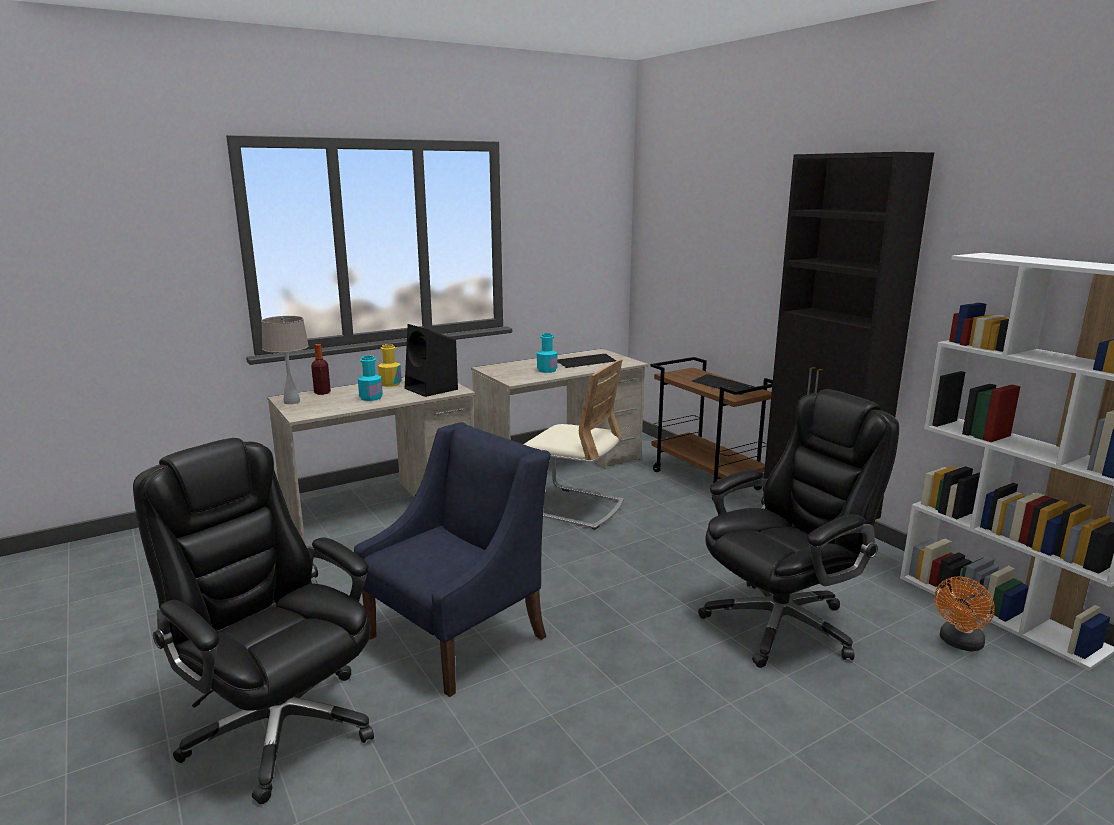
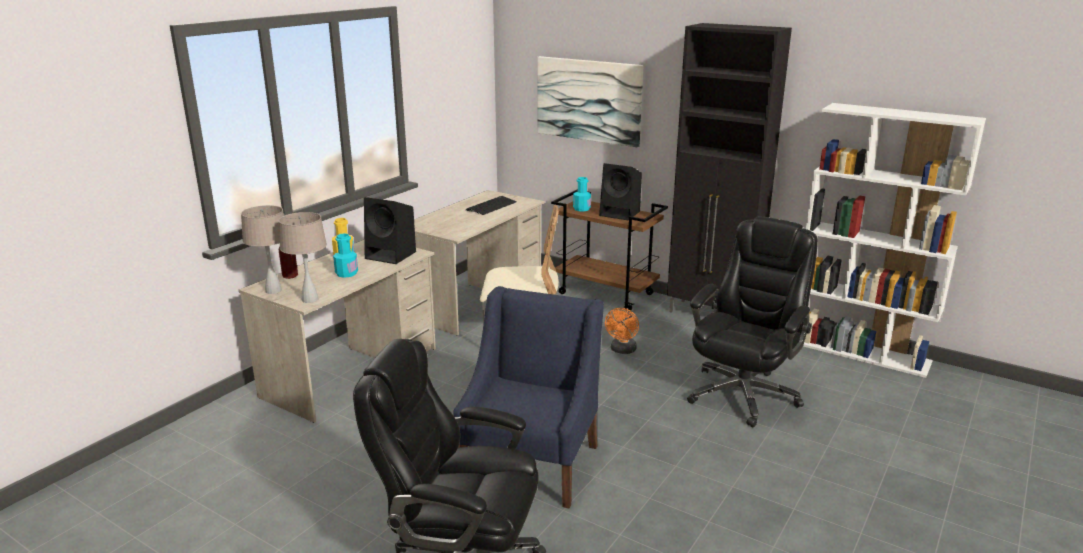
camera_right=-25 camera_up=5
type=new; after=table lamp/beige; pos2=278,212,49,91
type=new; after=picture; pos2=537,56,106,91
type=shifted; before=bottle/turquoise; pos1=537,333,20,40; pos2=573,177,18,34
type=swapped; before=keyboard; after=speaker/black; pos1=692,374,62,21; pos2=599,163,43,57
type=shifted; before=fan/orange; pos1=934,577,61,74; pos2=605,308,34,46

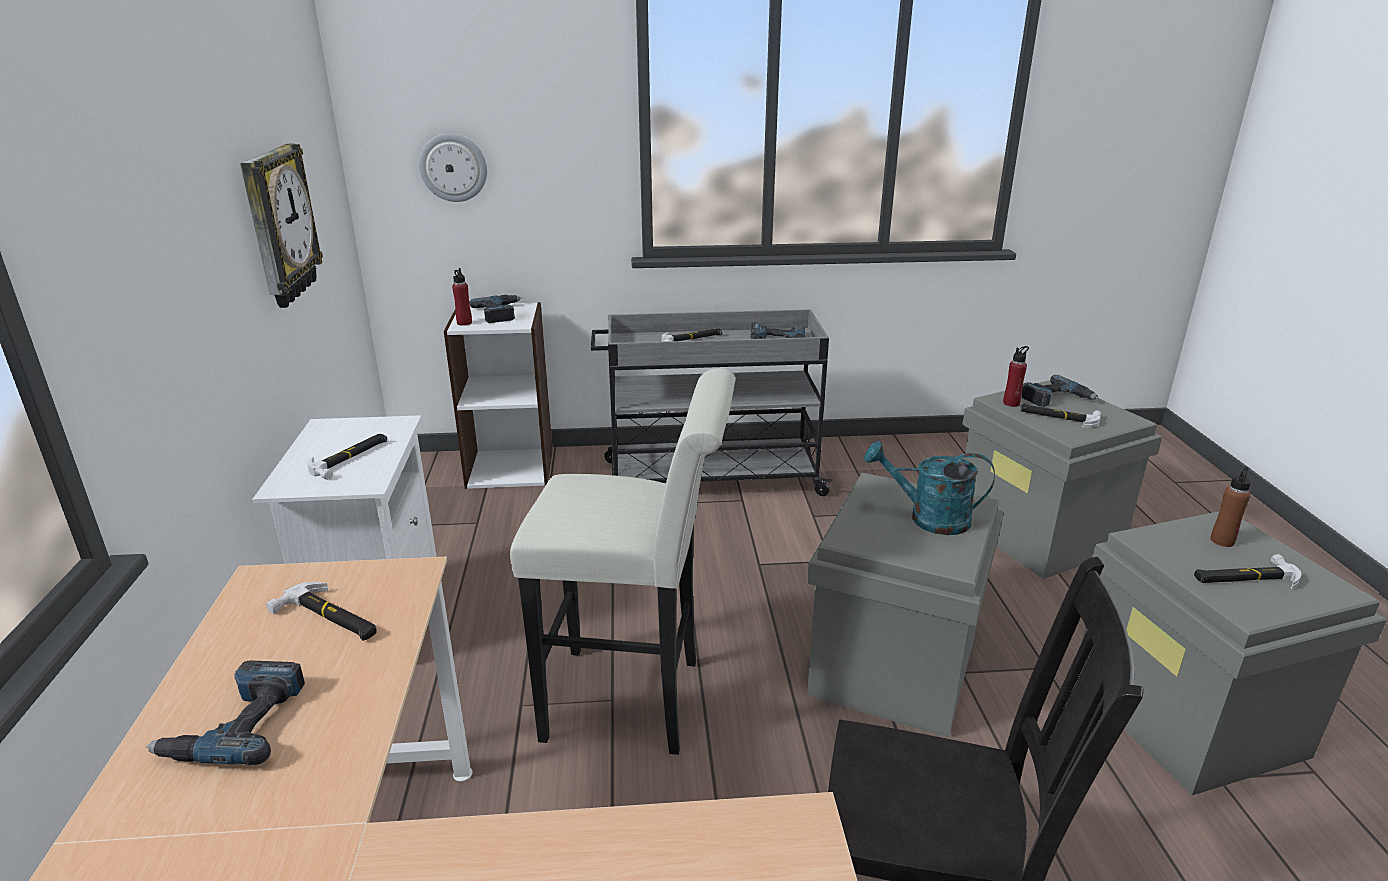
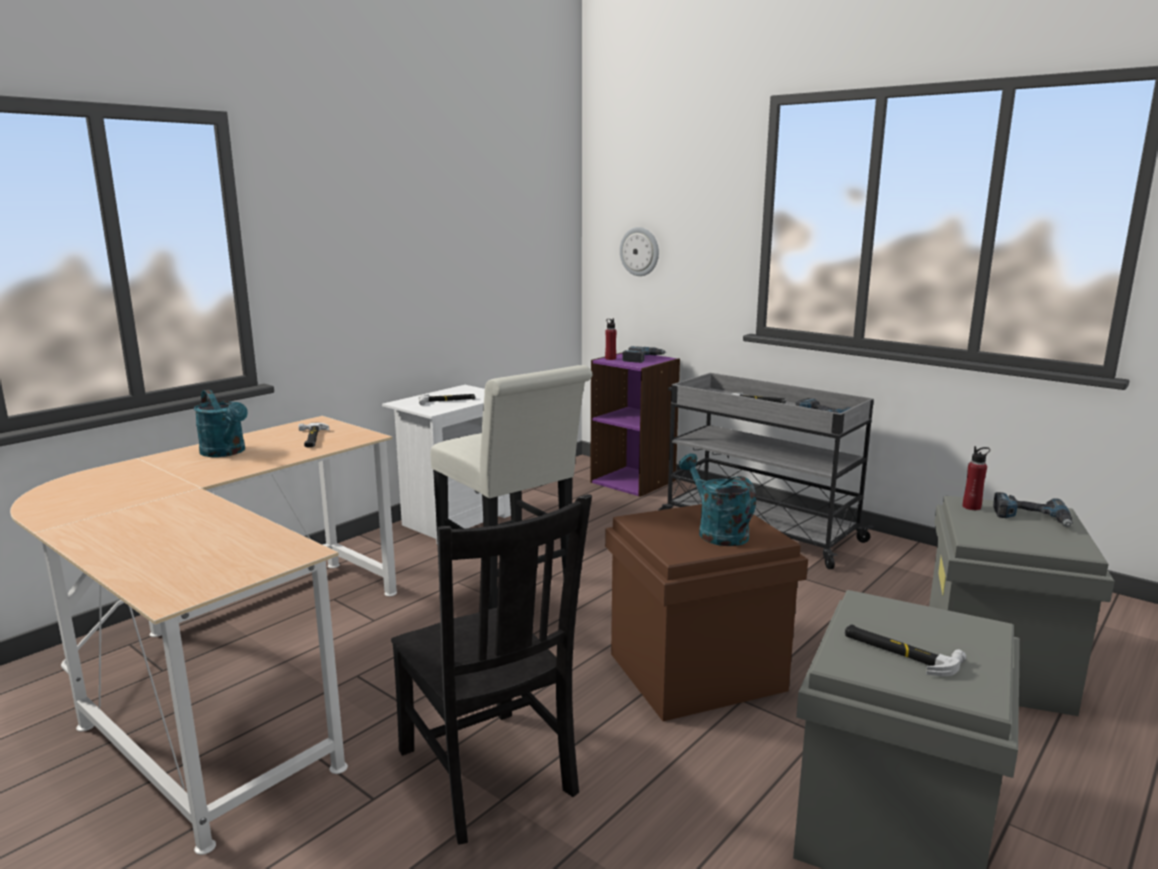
camera_right=45 camera_up=-10
type=swapped; before=power drill; after=watering can/turquoise; pos1=146,660,159,105; pos2=194,390,54,67
type=repainted; before=bookcase/white; after=bookcase/purple; pos1=444,302,109,187; pos2=590,352,90,145
type=repainted; before=storage box/grey; after=storage box/brown; pos1=807,473,197,265; pos2=605,504,203,217
type=gone; before=wall clock; pos1=240,144,83,164
type=gone; before=hammer; pos1=1020,403,82,24
type=gone; before=bottle/brown; pos1=1210,467,41,80

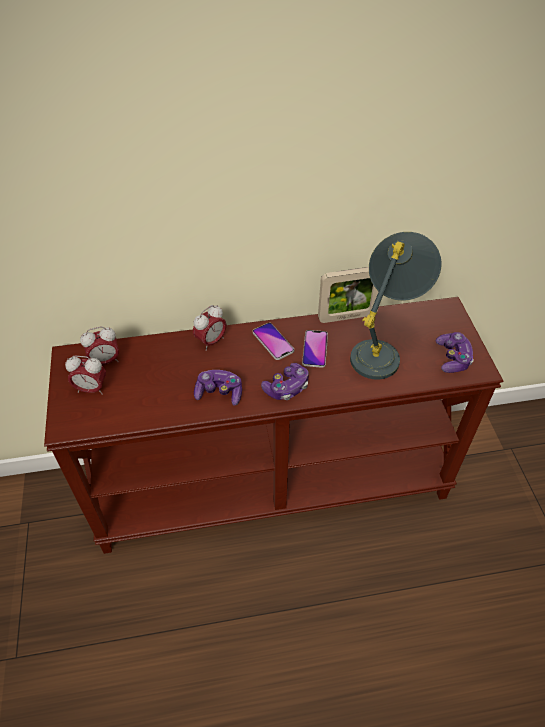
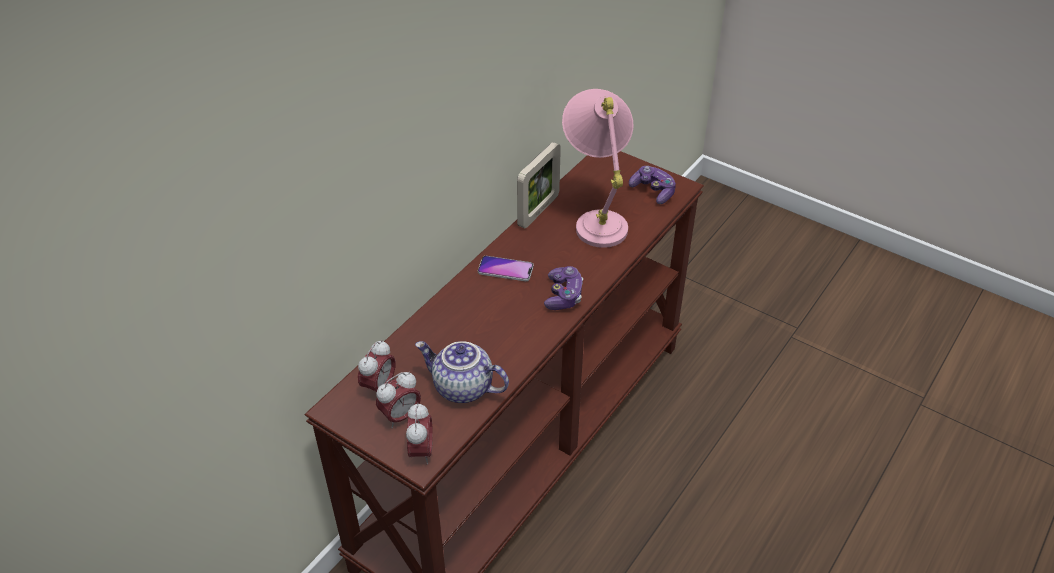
camera_right=-45 camera_up=-5
type=shifted; before=alarm clock; pos1=193,305,33,46; pos2=406,402,27,63
type=new; after=teapot; pos2=415,341,94,62
type=repainted; before=table lamp/grey; after=table lamp/pink; pos1=350,232,92,148; pos2=562,89,72,159
type=gone; before=game controller; pos1=194,370,48,36
type=gone; before=phone; pos1=302,330,26,38

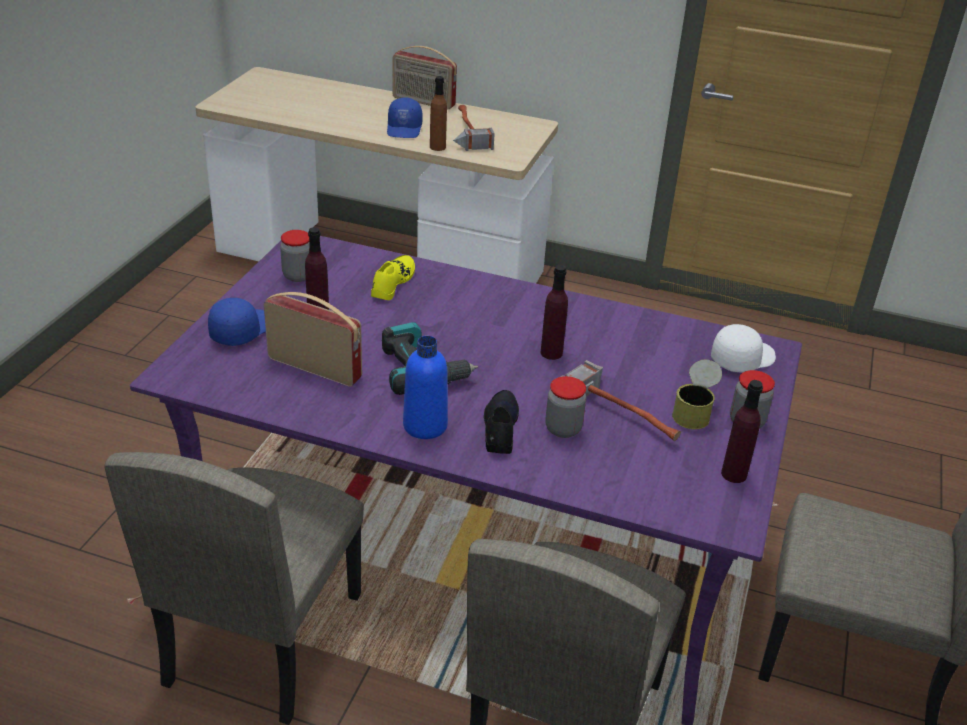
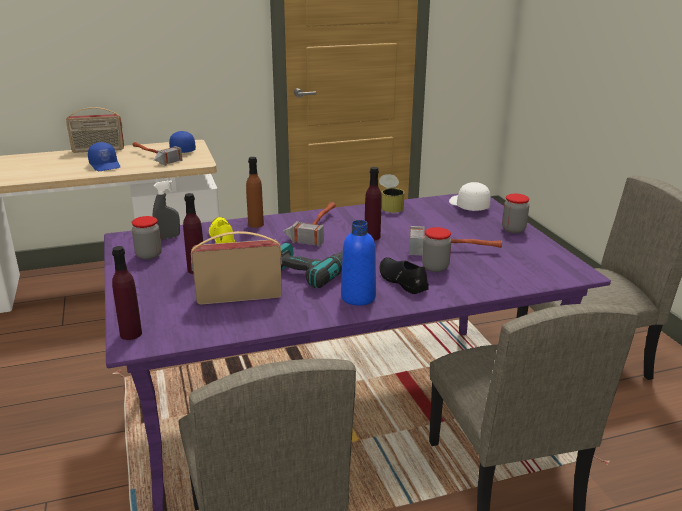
camera_right=-35 camera_up=-10
type=shifted; before=bottle/purple; pos1=721,380,42,103; pos2=112,246,30,94
type=new; after=spray bottle/grey; pos2=153,180,27,60
type=shifted; before=cap/blue; pos1=208,298,58,48; pos2=169,131,27,22
type=shifted; before=bottle/brown; pos1=430,76,17,75; pos2=246,157,18,71
type=new; after=hammer; pos2=283,202,53,45
type=shifted; before=can; pos1=672,359,50,70; pos2=379,174,26,39
type=rotated; before=cap/white; pos1=711,324,65,48; pos2=449,182,42,29; turn=-45

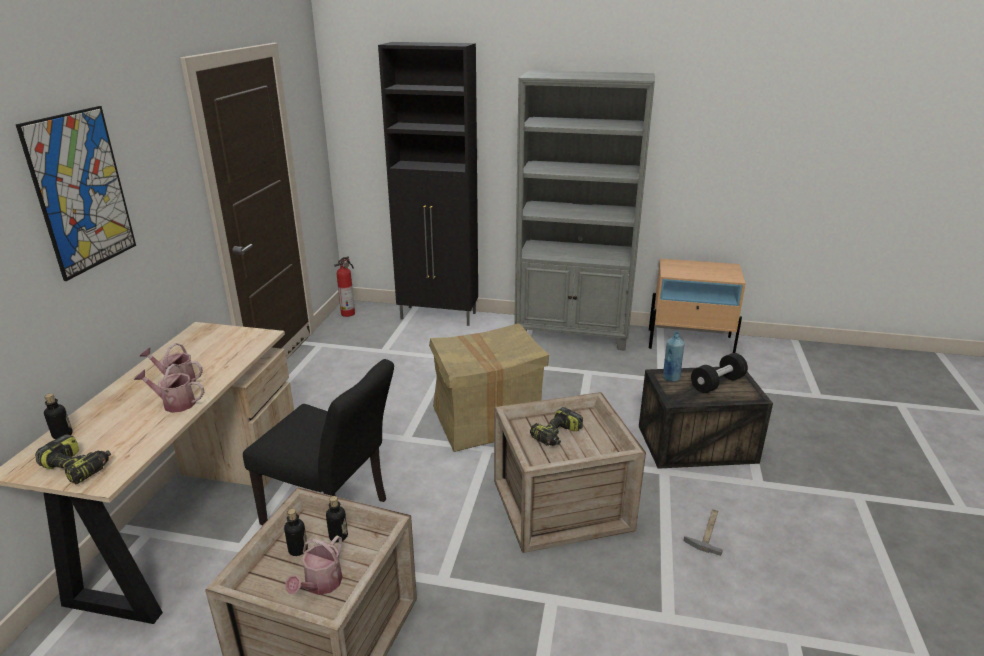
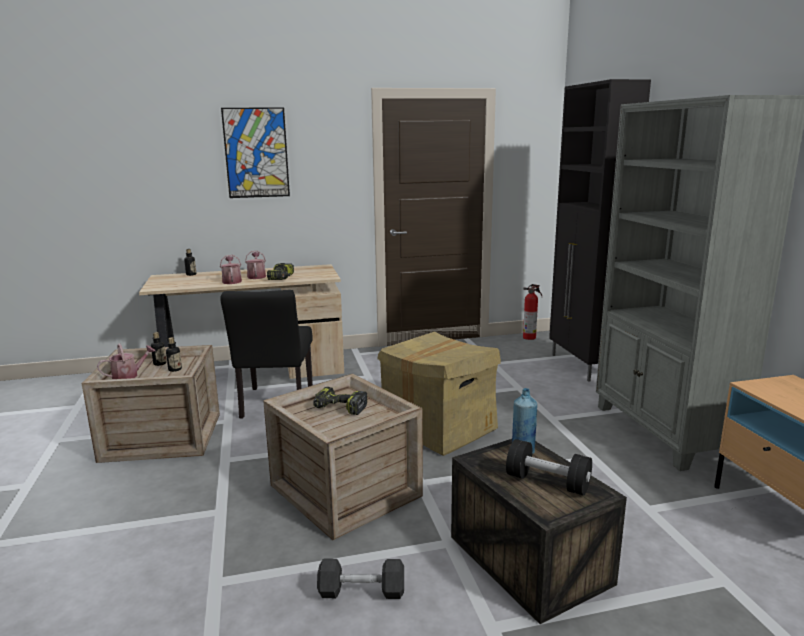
camera_right=65 camera_up=-10
type=rotated; before=watering can; pos1=285,535,57,60; pos2=97,343,58,36; turn=150
type=shifted; before=power drill; pos1=35,435,76,49; pos2=267,263,27,17
type=swapped; before=hammer; after=dumbbell/grey; pos1=684,509,38,47; pos2=317,559,87,40

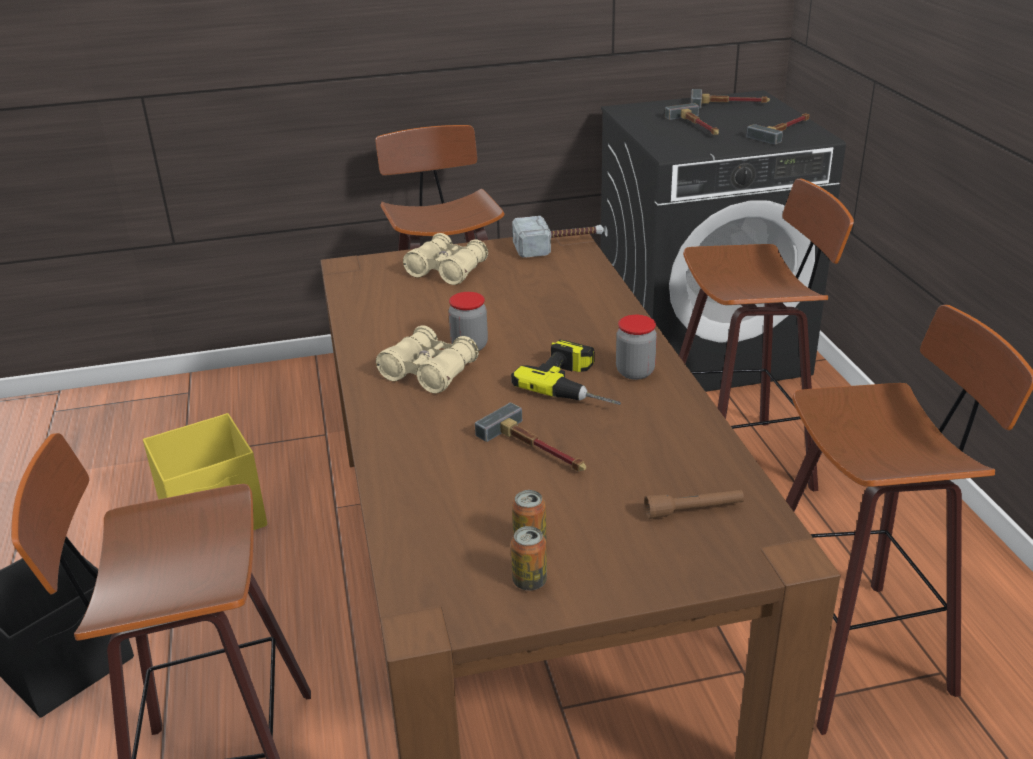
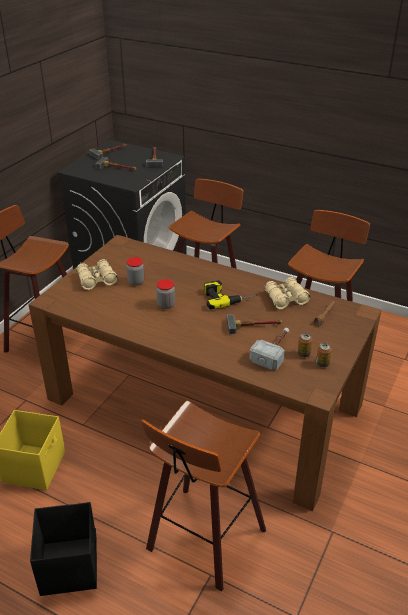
camera_right=-50 camera_up=5
type=shifted; before=jar; pos1=616,315,41,65; pos2=126,257,19,29
type=shifted; before=hammer; pos1=512,216,92,42; pos2=249,328,40,42
type=shifted; before=binoculars/beige; pos1=376,325,103,69; pos2=264,277,46,32

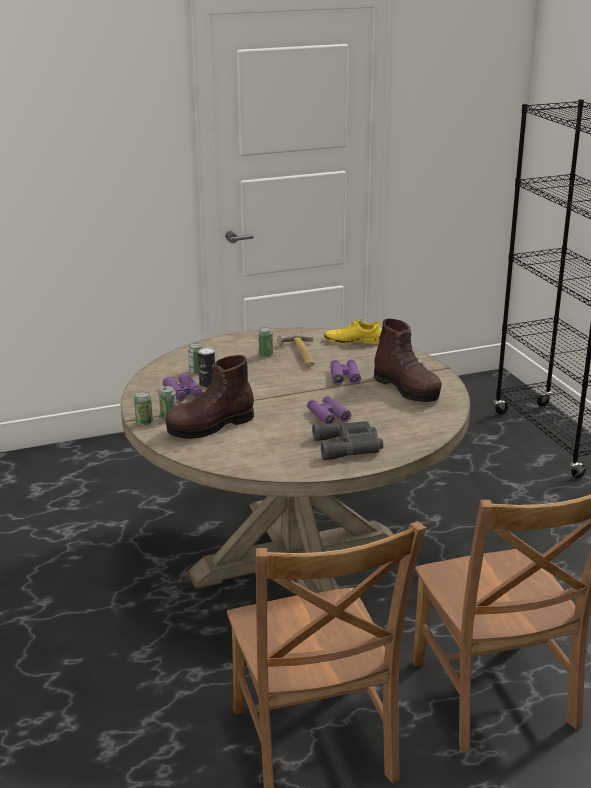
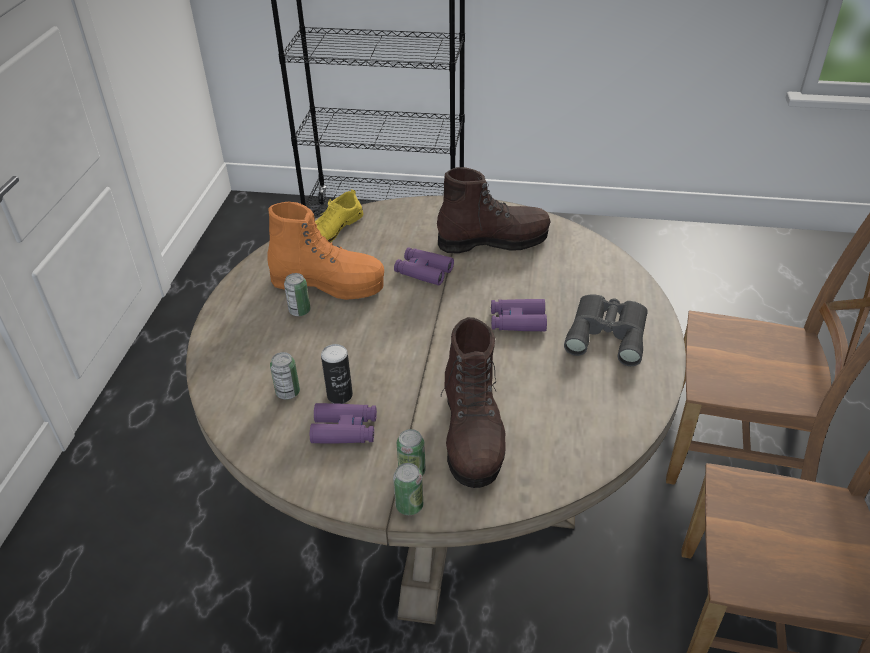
camera_right=-60 camera_up=15
type=swapped; before=hammer; after=boot/orange; pos1=277,334,38,33; pos2=267,202,117,98

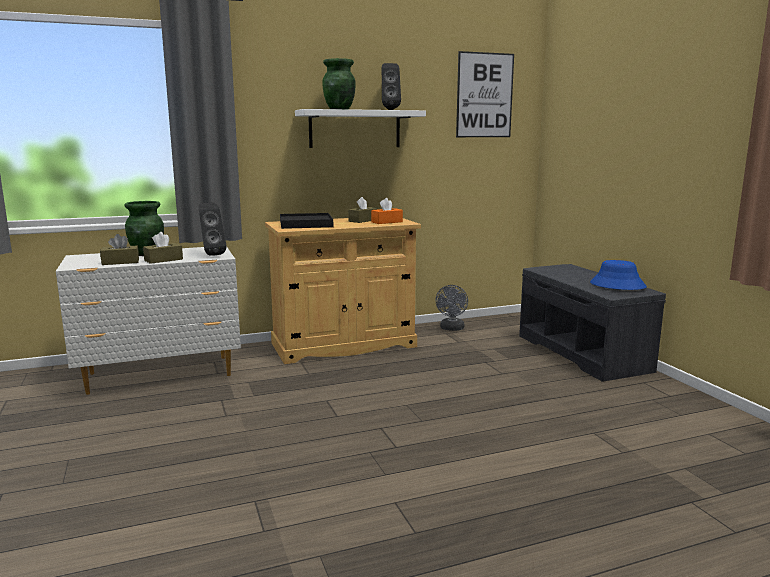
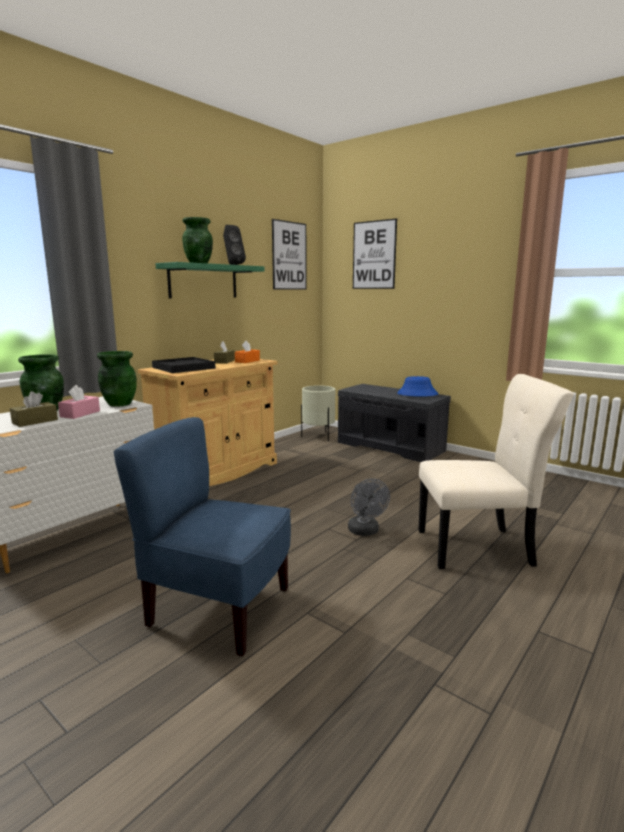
camera_right=-30 camera_up=0
type=repainted; before=tissue box/brown; after=tissue box/pink; pos1=143,232,40,32; pos2=58,385,42,34
type=swapped; before=speaker/black; after=vase/green; pos1=198,203,29,53; pos2=97,351,40,56
type=new; after=chair/blue; pos2=113,417,178,239
type=repainted; before=shelf/white; after=shelf/green; pos1=295,109,131,39; pos2=156,262,109,36
type=new; after=planter/beige; pos2=301,385,34,56
type=shifted; before=fan/grey; pos1=436,285,32,46; pos2=348,478,42,58
type=new; after=picture; pos2=353,218,44,71
type=new; after=chair/beige; pos2=418,374,156,195

